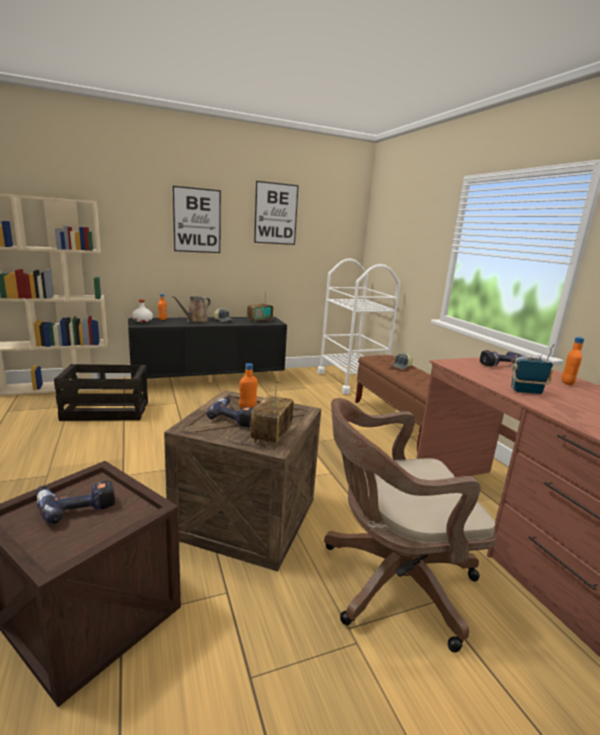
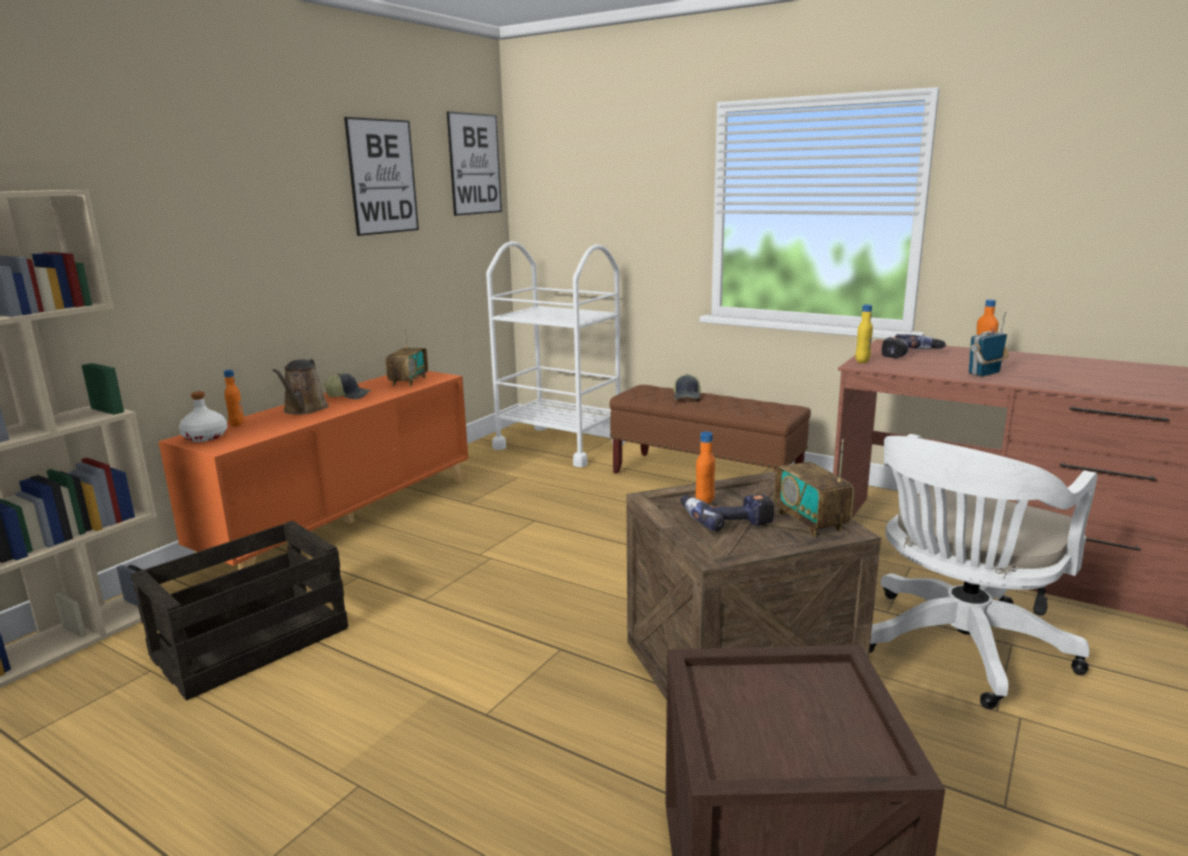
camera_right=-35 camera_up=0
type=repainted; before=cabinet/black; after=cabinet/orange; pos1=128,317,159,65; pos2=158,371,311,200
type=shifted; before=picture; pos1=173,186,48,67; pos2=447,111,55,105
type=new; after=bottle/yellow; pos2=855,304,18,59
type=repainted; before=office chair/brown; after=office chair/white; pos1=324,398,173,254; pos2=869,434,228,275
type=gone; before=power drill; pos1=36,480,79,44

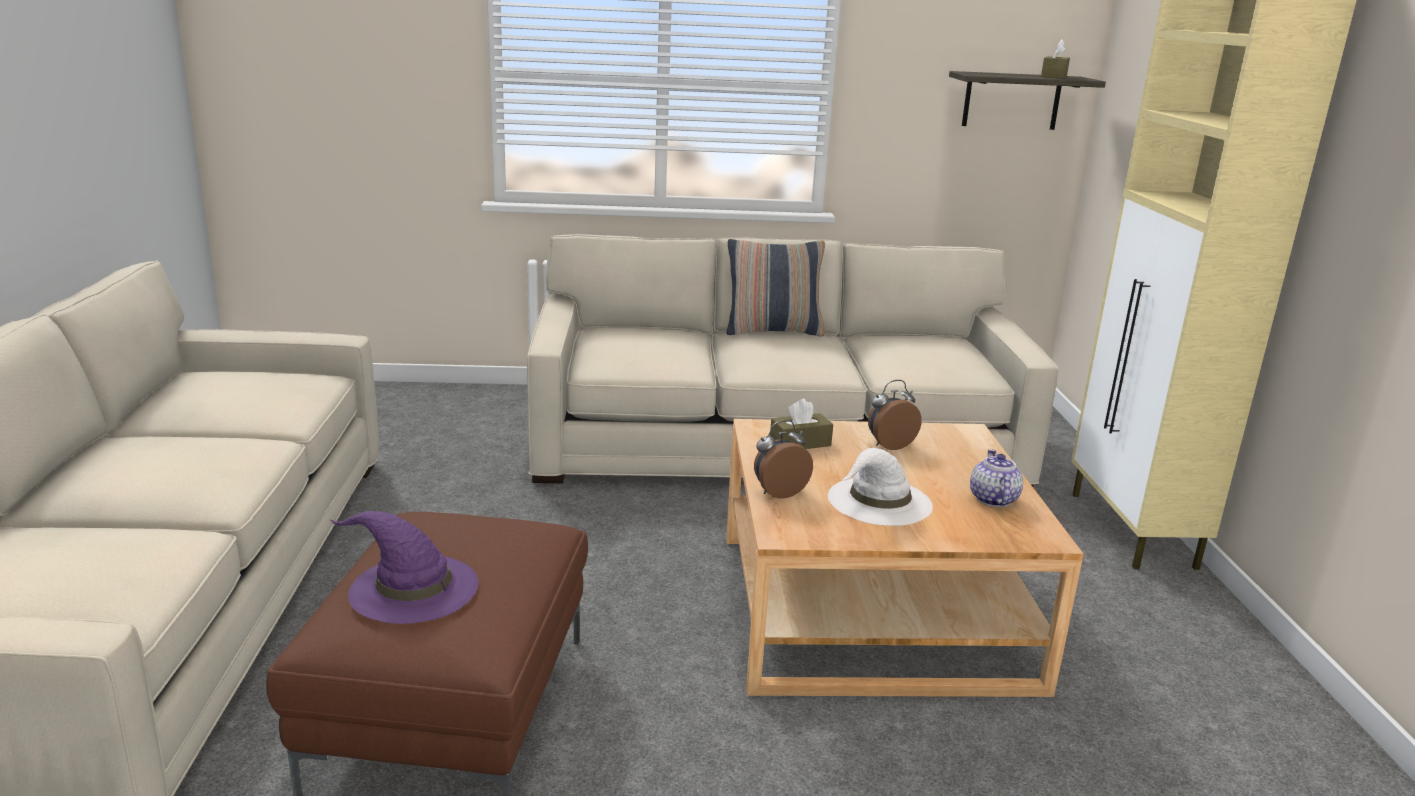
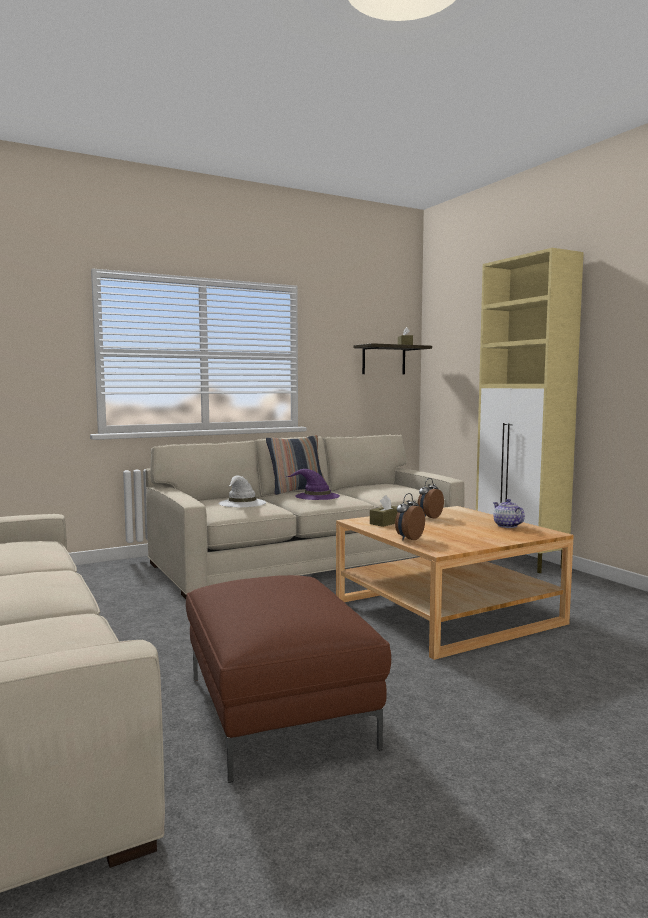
camera_right=-25 camera_up=-15
type=shifted; before=hat/white; pos1=828,448,105,78; pos2=218,475,48,32
type=shifted; before=hat/purple; pos1=329,511,150,113; pos2=287,469,53,31

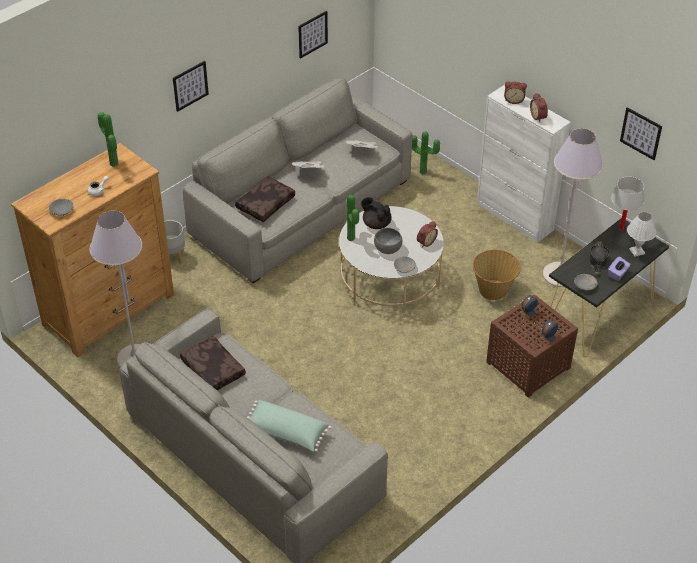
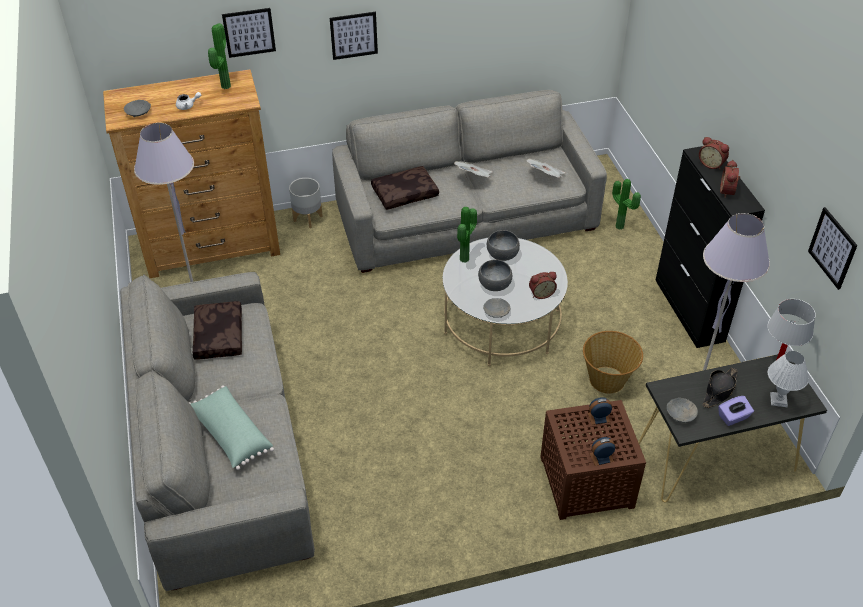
camera_right=30 camera_up=0
type=shifted; before=picture; pos1=298,11,30,48; pos2=222,8,54,50
type=swapped; before=teapot/black; after=bowl/grey; pos1=361,197,31,32; pos2=487,230,33,31
type=repainted; before=cabinet/white; after=cabinet/black; pos1=477,85,94,158; pos2=655,146,110,202

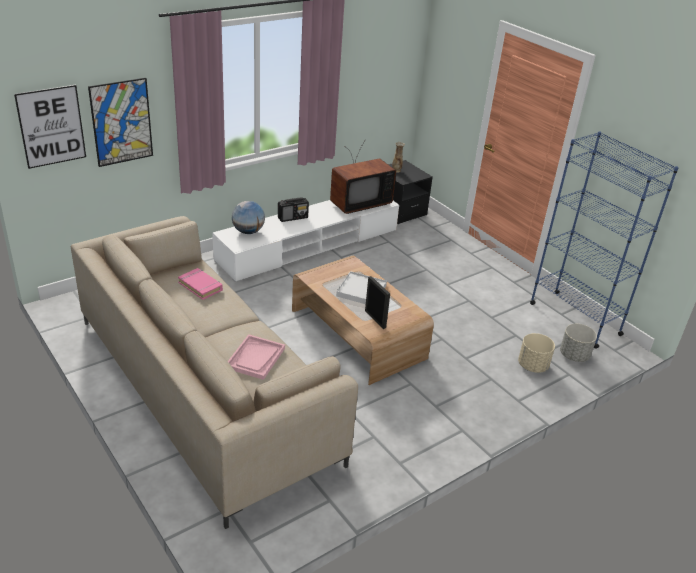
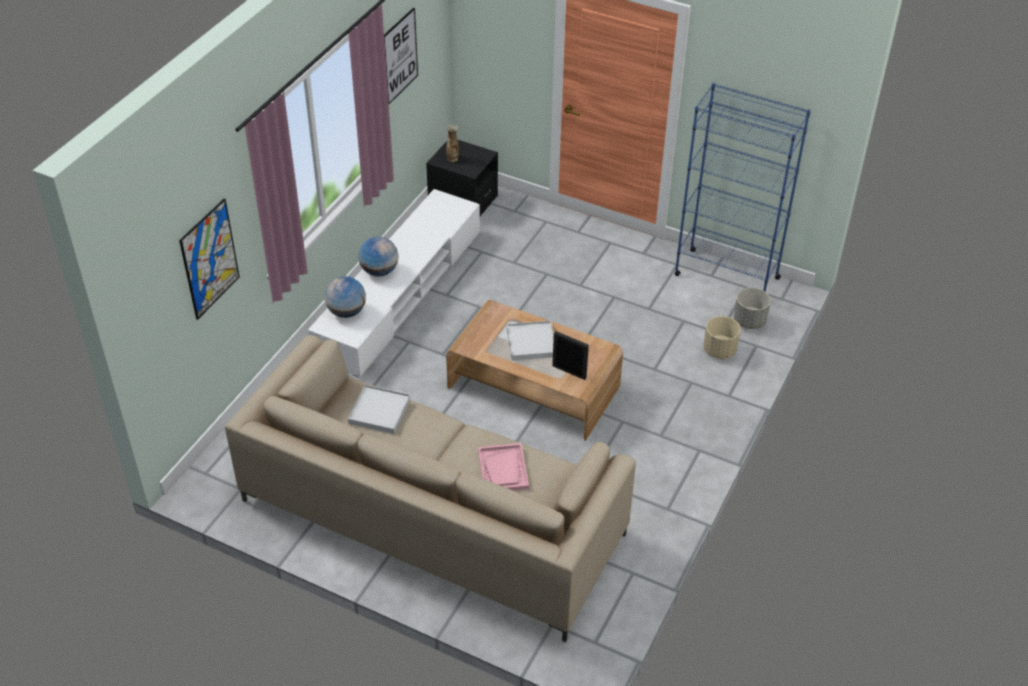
camera_right=-25 camera_up=10
type=swapped; before=book/pink; after=tray/white; pos1=178,268,45,32; pos2=348,385,62,49
type=swapped; before=radio; after=globe; pos1=278,197,31,25; pos2=358,236,41,41
type=shifted; before=picture; pos1=14,85,72,84; pos2=384,8,34,96
type=gone; before=television; pos1=330,139,66,75

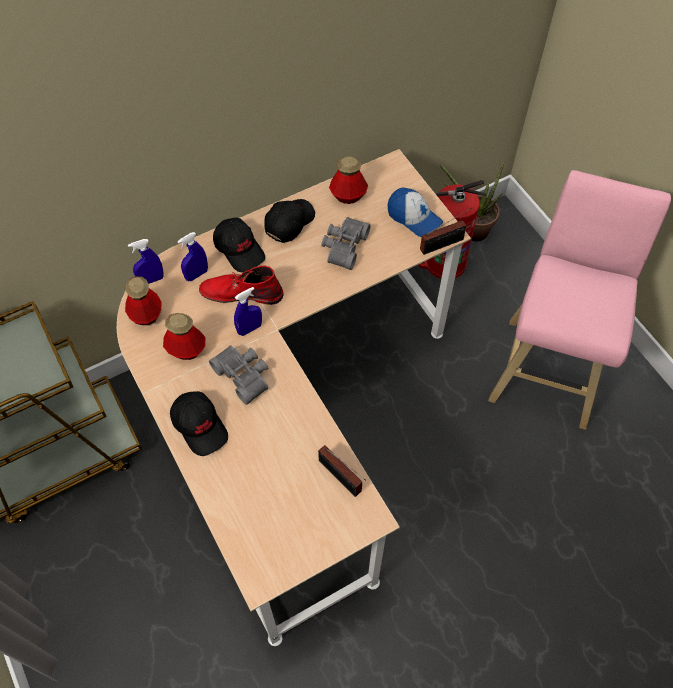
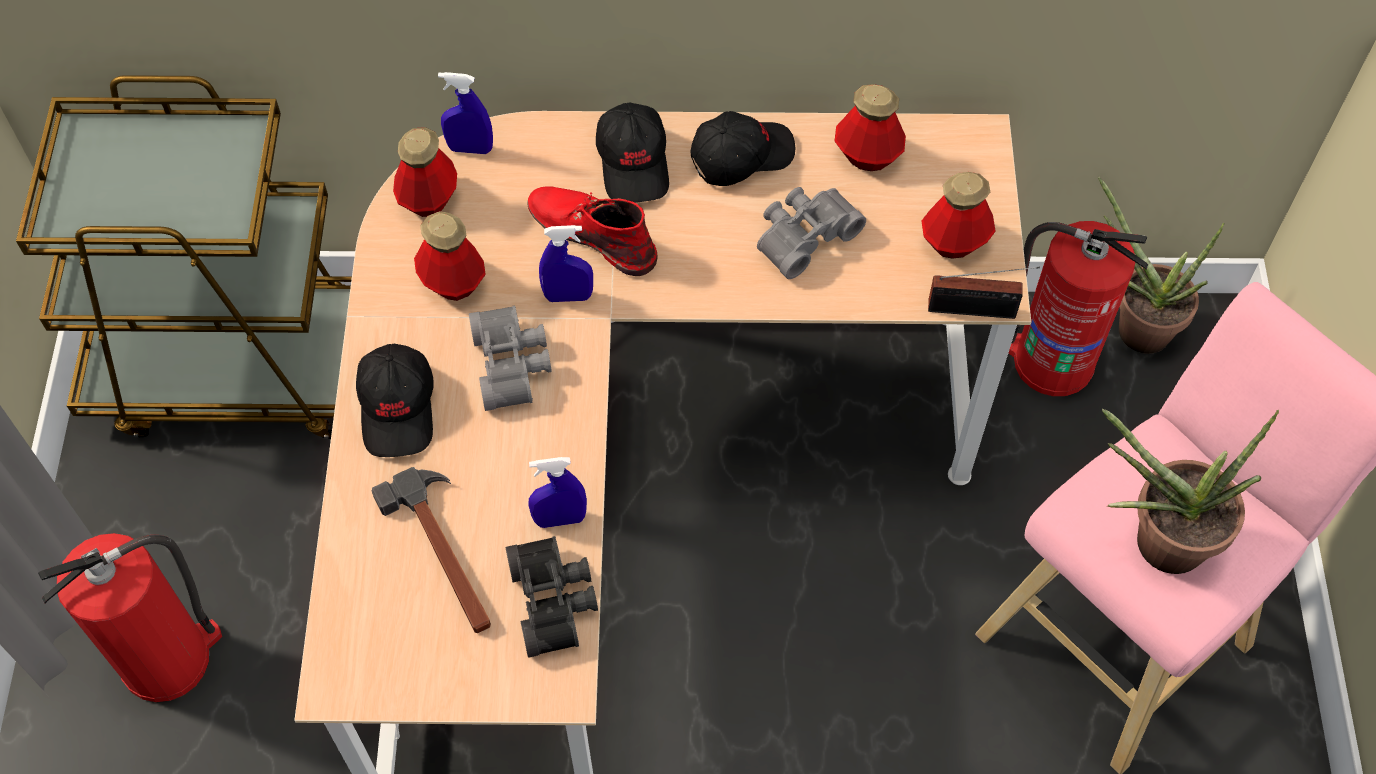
camera_right=30 camera_up=0
type=new; after=fire extinguisher; pos2=38,533,184,169
type=new; after=hammer; pos2=372,467,119,166
type=swapped; before=radio; after=binoculars/black; pos1=318,445,48,52; pos2=505,536,93,122
type=shifted; before=spray bottle/blue; pos1=177,232,31,49; pos2=528,457,59,71
type=swapped; before=cap; after=bottle; pos1=387,187,56,50; pos2=922,172,74,87
type=new; after=potted plant; pos2=1102,409,177,165

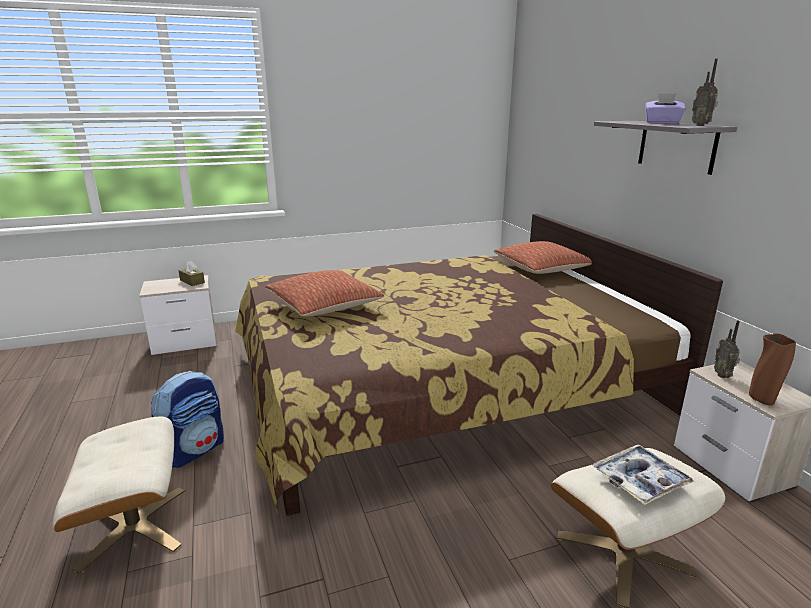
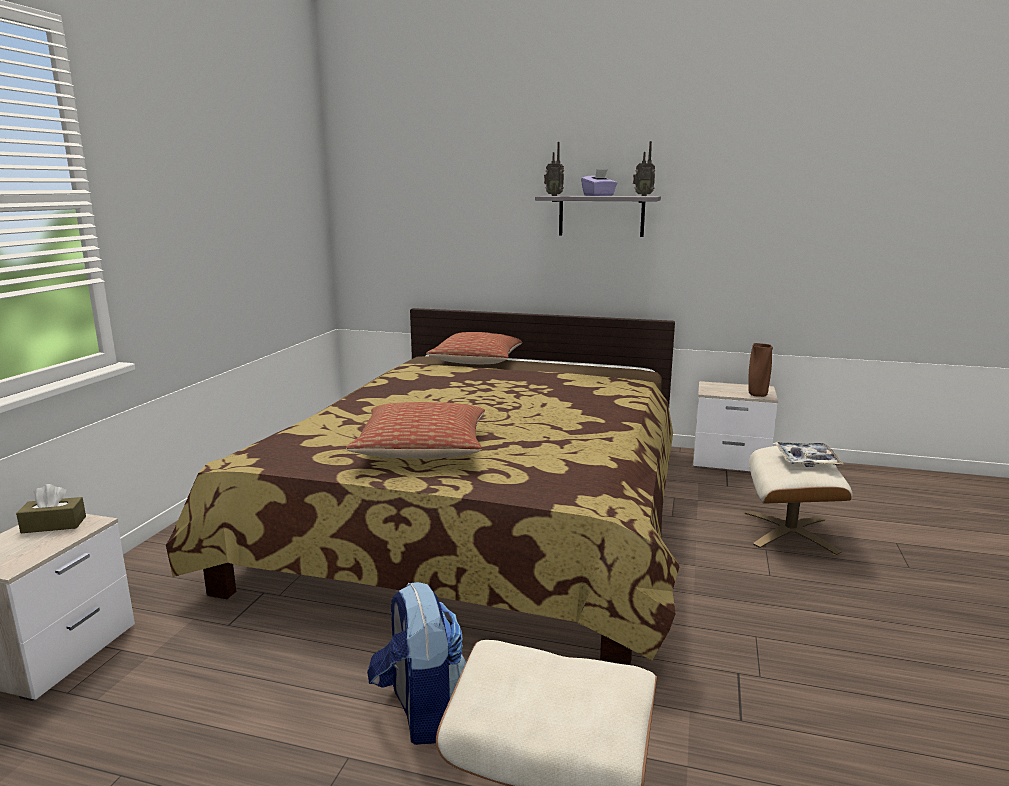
camera_right=-55 camera_up=-5
type=shifted; before=radio; pos1=714,320,26,58; pos2=544,142,20,54

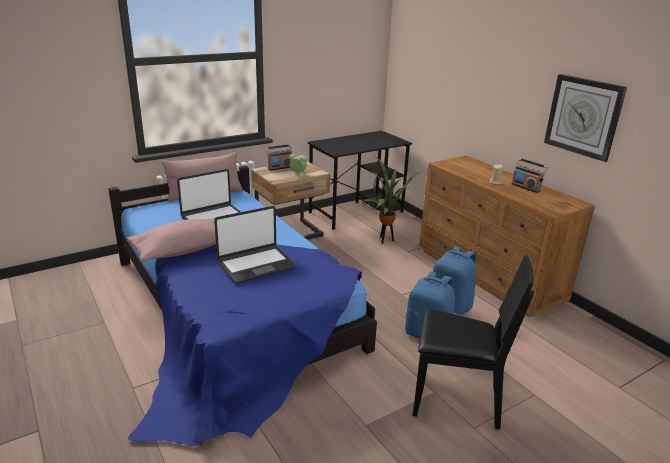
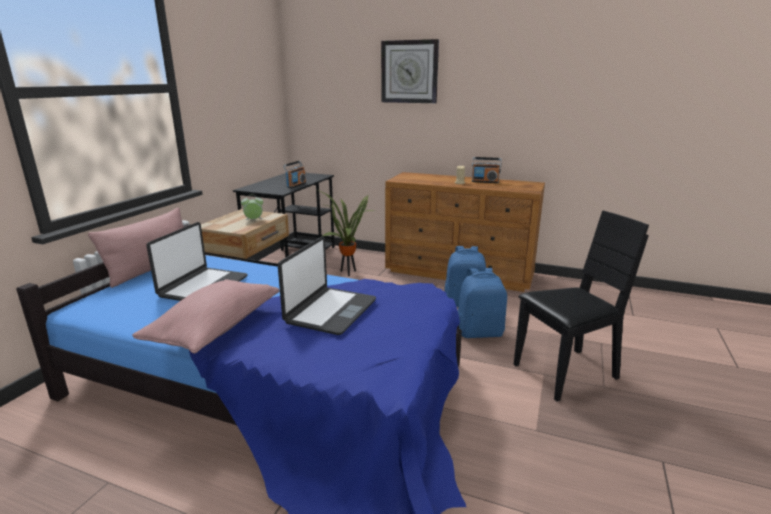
camera_right=-35 camera_up=-5
type=shifted; before=radio; pos1=266,144,26,27; pos2=283,161,23,27
type=shifted; before=wall clock; pos1=544,74,83,88; pos2=381,39,58,64

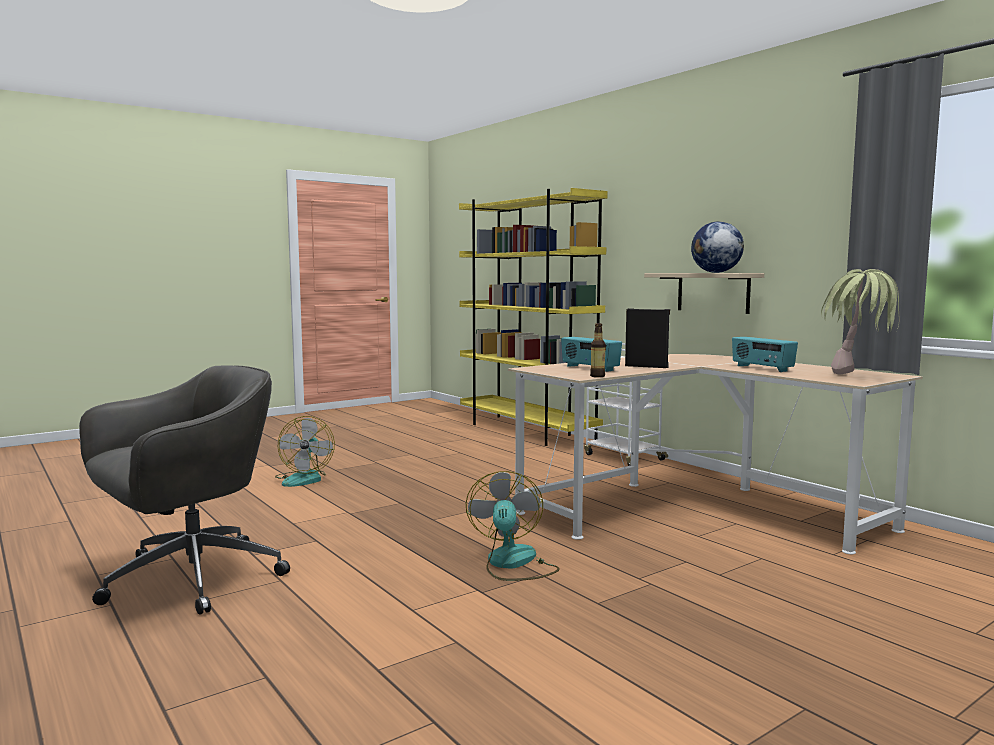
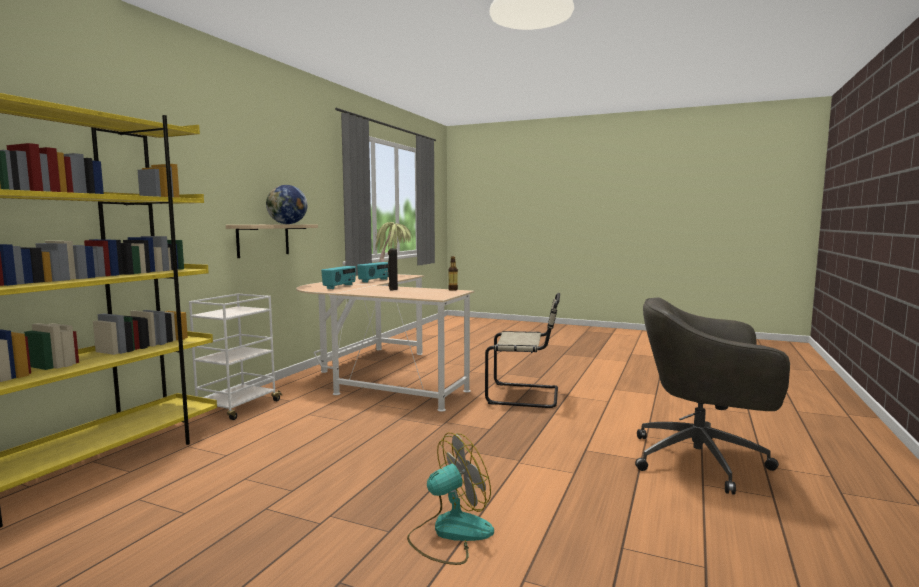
camera_right=-120 camera_up=0
type=shifted; before=radio; pos1=561,337,61,35; pos2=321,266,35,23
type=swapped; before=fan; after=chair/beige; pos1=466,471,94,110; pos2=485,293,75,115

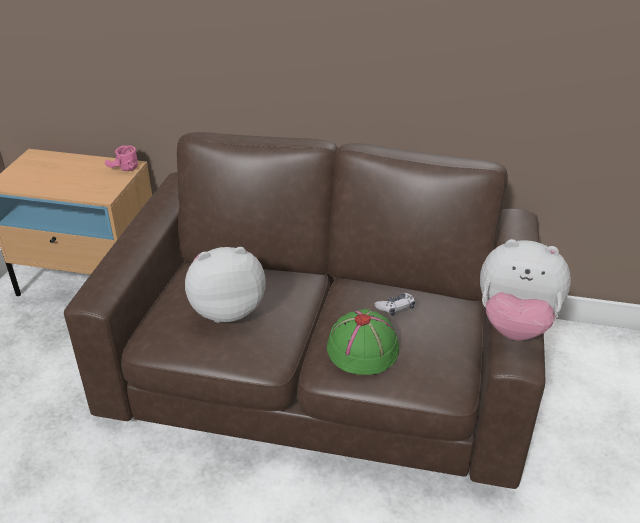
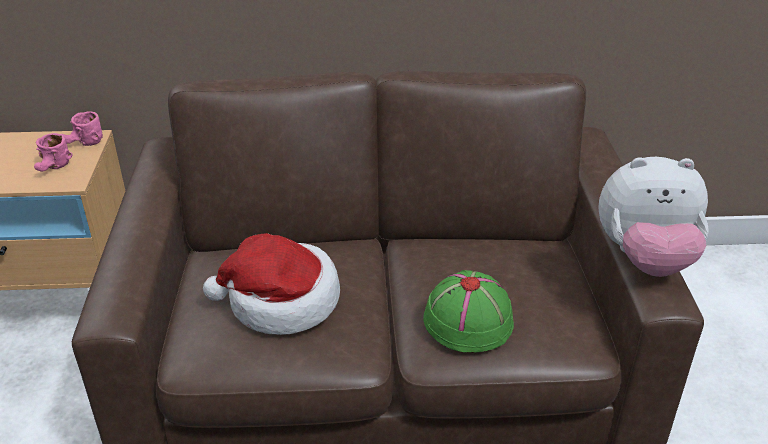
camera_right=-15 camera_up=0
type=new; after=mug/pink; pos2=34,133,39,39
type=swapped; before=plush toy; after=hat; pos1=185,247,81,76; pos2=203,233,137,102
type=gone; before=game controller; pos1=374,293,41,23

